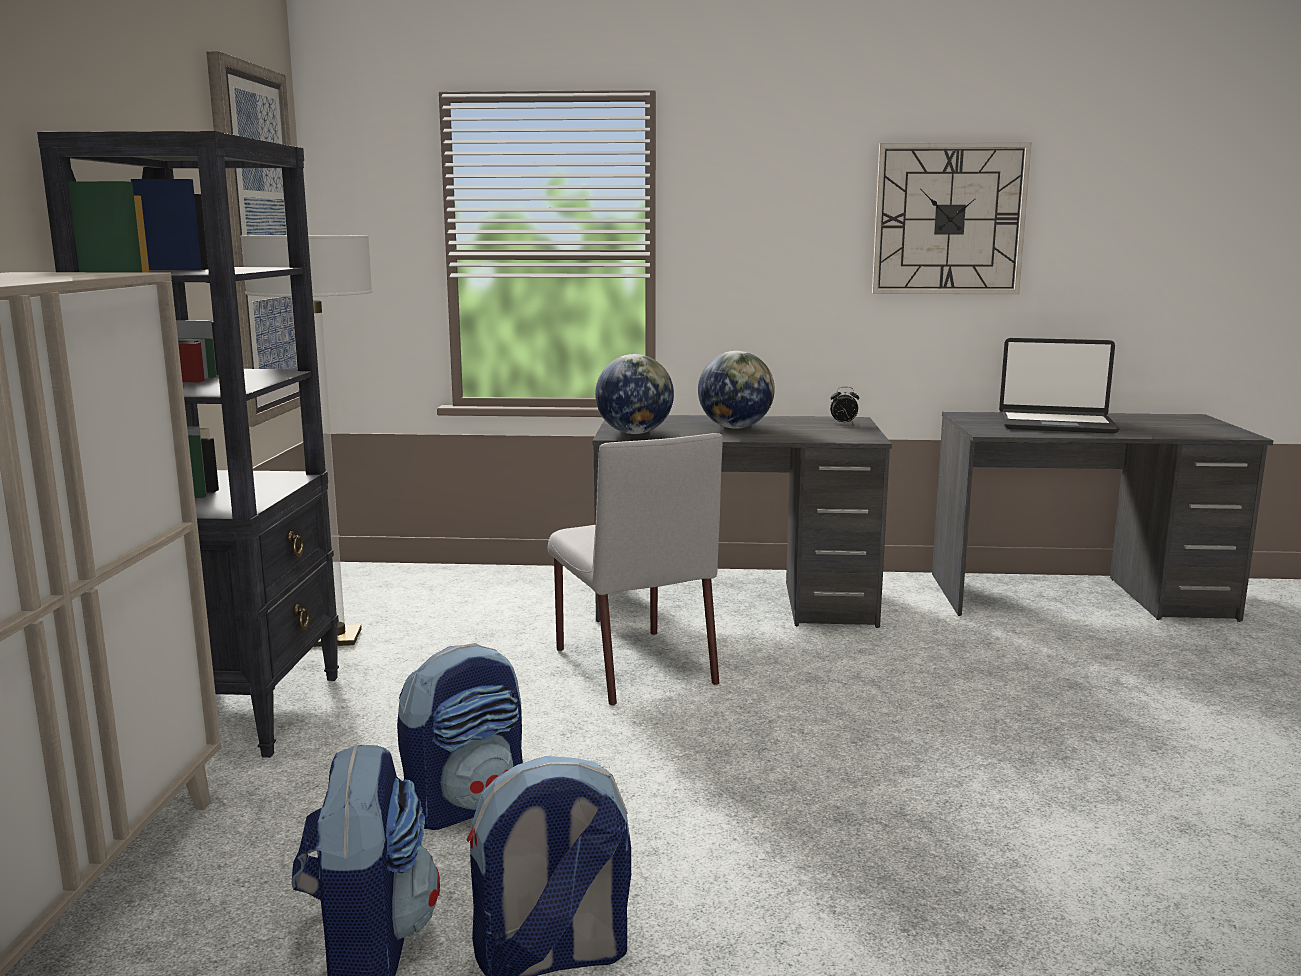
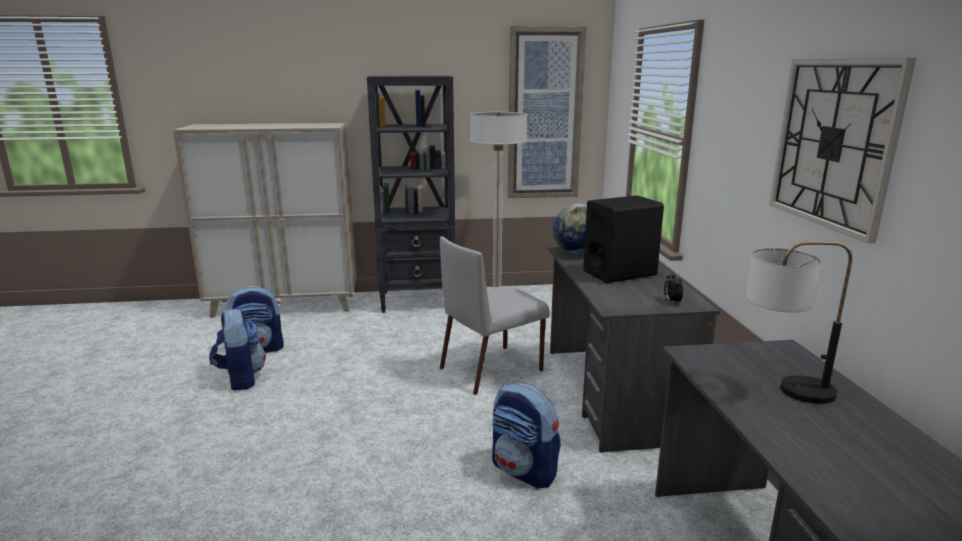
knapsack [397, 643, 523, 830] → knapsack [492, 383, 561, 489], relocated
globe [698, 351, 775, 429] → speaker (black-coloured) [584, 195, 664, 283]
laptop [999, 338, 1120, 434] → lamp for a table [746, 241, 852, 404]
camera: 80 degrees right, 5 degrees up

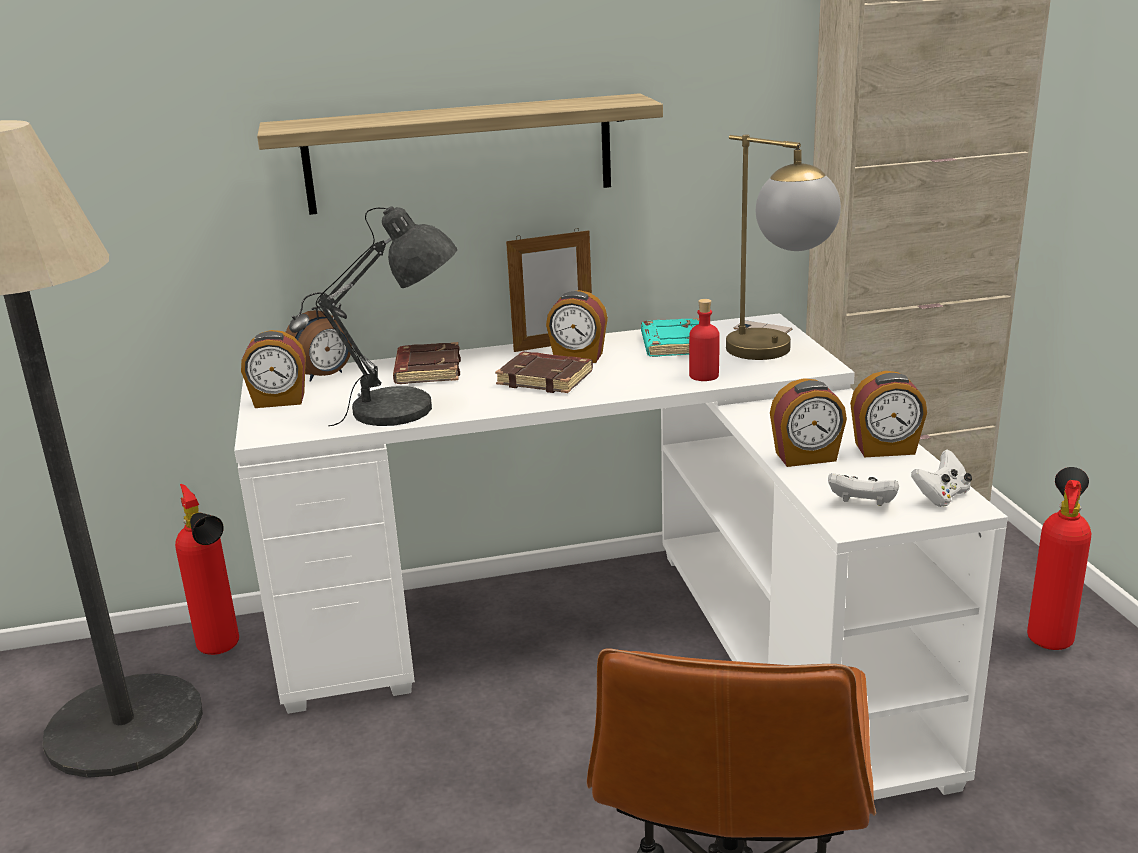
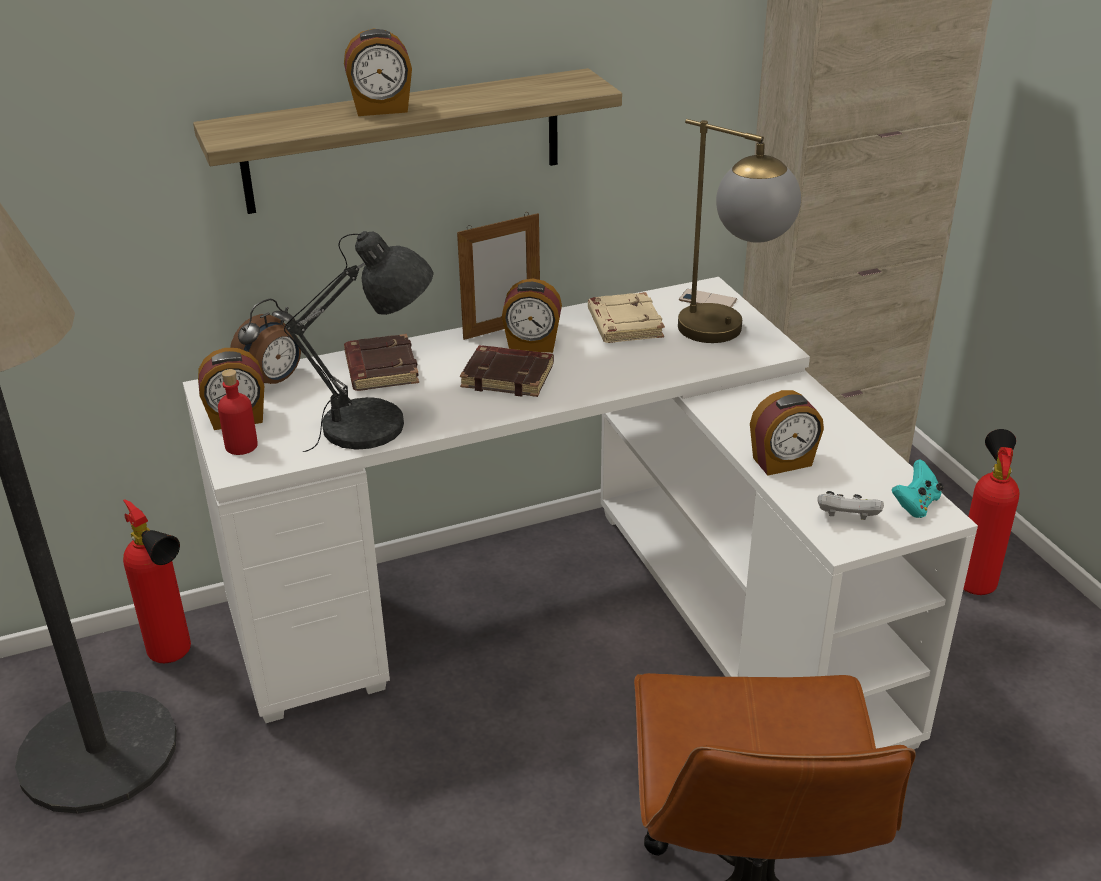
drink bottle (reddish) [689, 299, 720, 381] → drink bottle (reddish) [218, 369, 258, 455], relocated
table clock [850, 371, 927, 457] → table clock [344, 28, 412, 116], relocated
bound book (turquoise) [641, 318, 699, 357] → bound book (sand-coloured) [588, 292, 665, 343]
game controller (white-coloured) [911, 449, 972, 507] → game controller (turquoise) [892, 459, 943, 518]
camera: 10 degrees left, 10 degrees up

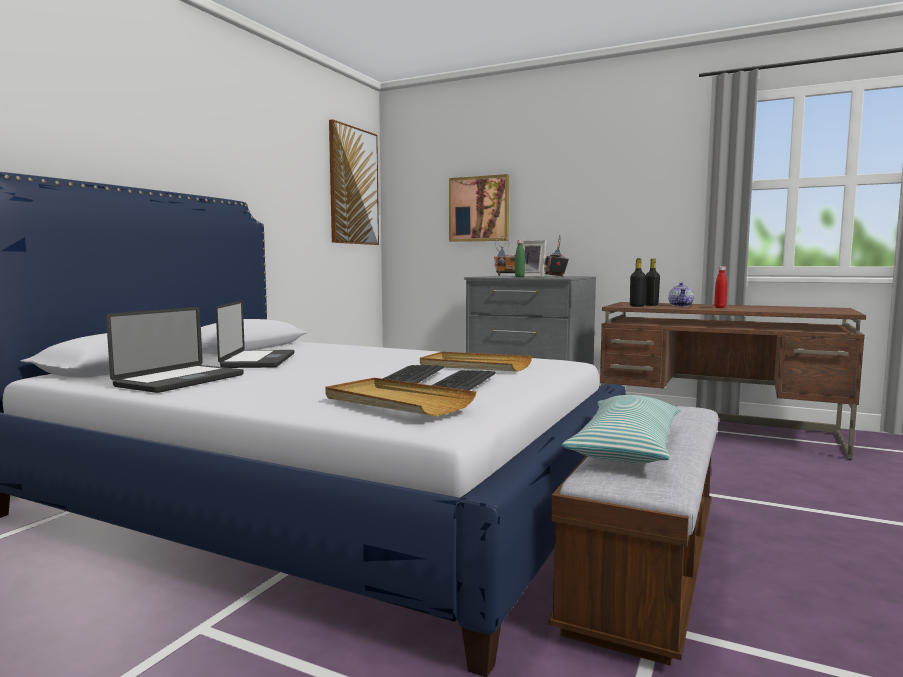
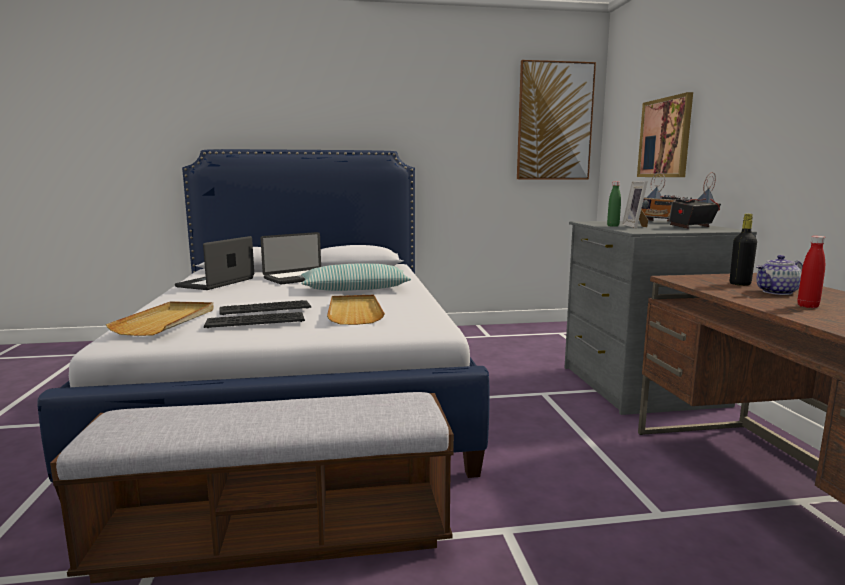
drink bottle (black-coloured) [630, 258, 646, 307] → -
throw pillow [562, 395, 681, 464] → throw pillow [301, 263, 411, 291], relocated
laptop [106, 307, 244, 393] → laptop [175, 236, 254, 290], 120 degrees clockwise
camera: 55 degrees right, 5 degrees up

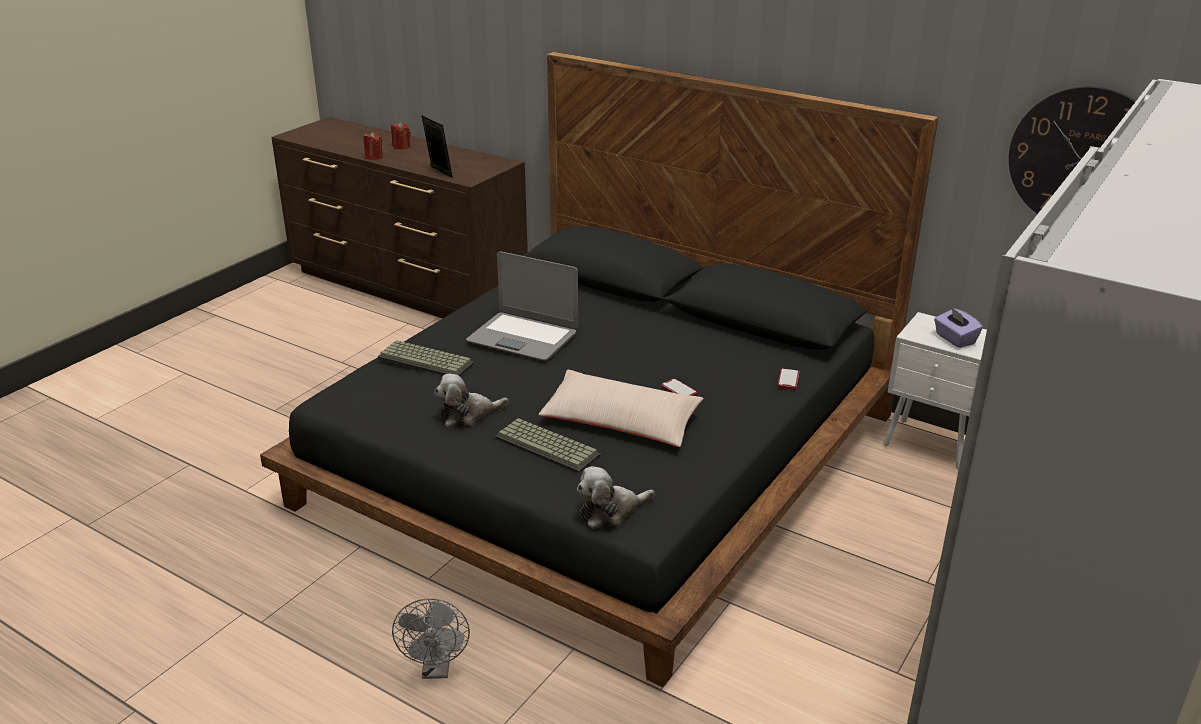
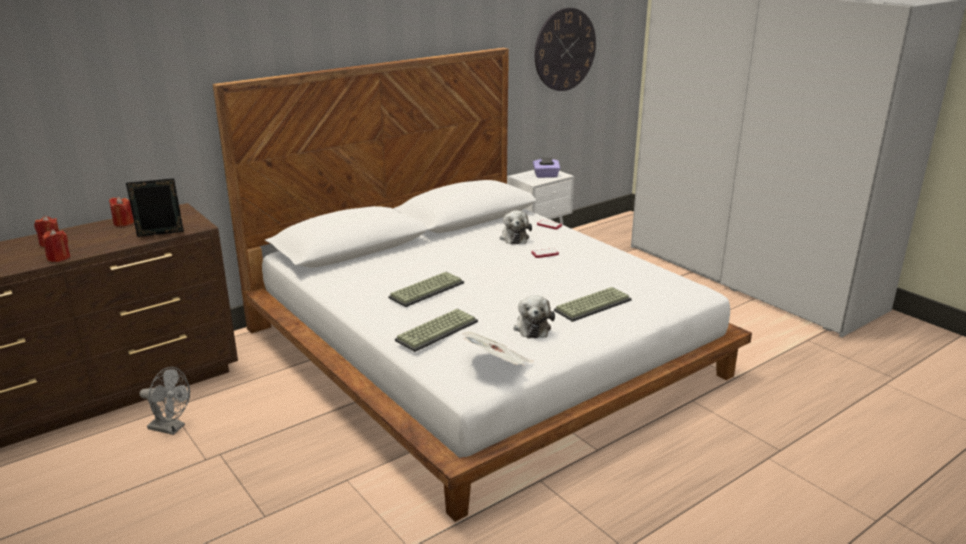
throw pillow (sand-coloured) [538, 370, 704, 447] → -
- → wax light (reddish) [109, 197, 134, 227]
- → newspaper [463, 332, 534, 365]
fan (gray) [392, 598, 470, 679] → fan (gray) [140, 367, 190, 435], relocated
cuddly toy [577, 466, 654, 529] → cuddly toy [500, 210, 532, 245], relocated
laptop [466, 251, 578, 361] → computer keyboard [388, 272, 464, 307]
bed (black-coloured) [260, 52, 938, 687] → bed (white-coloured) [212, 47, 752, 522]
camera: 70 degrees left, 5 degrees down

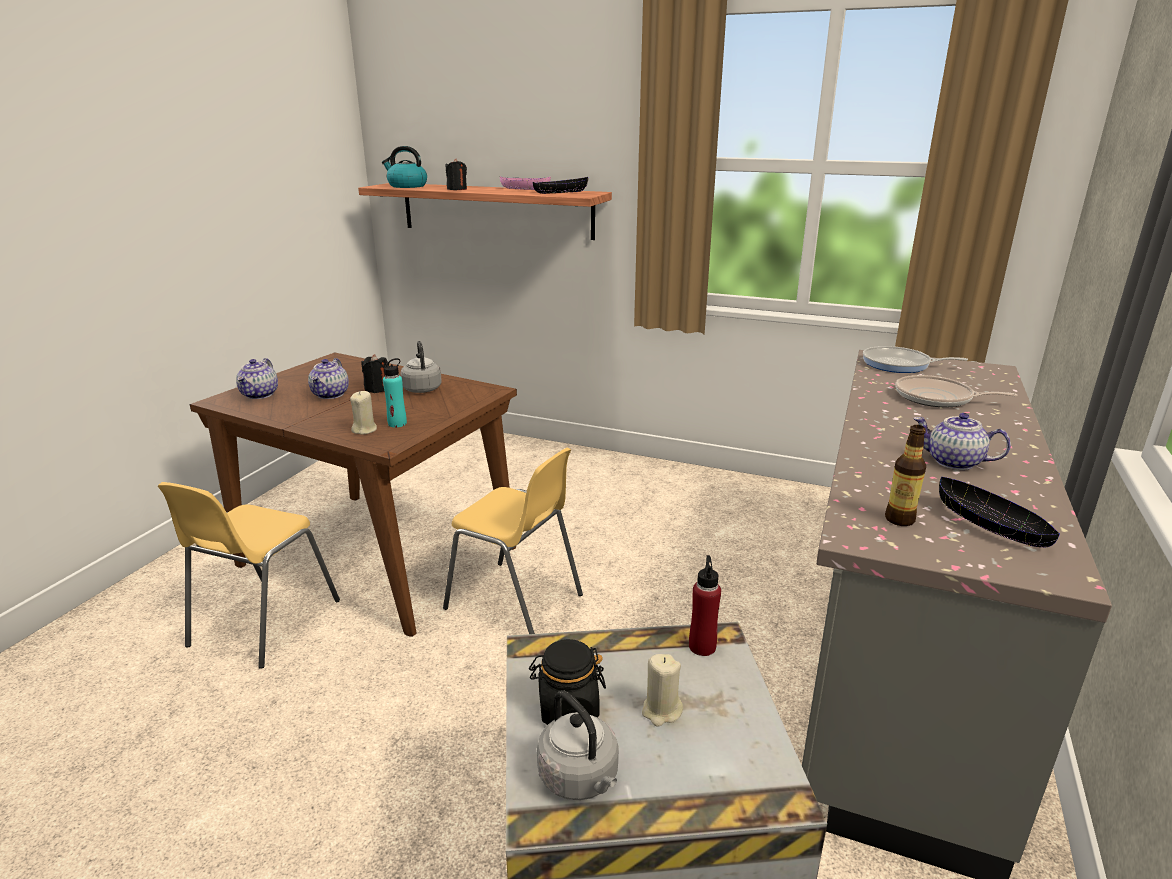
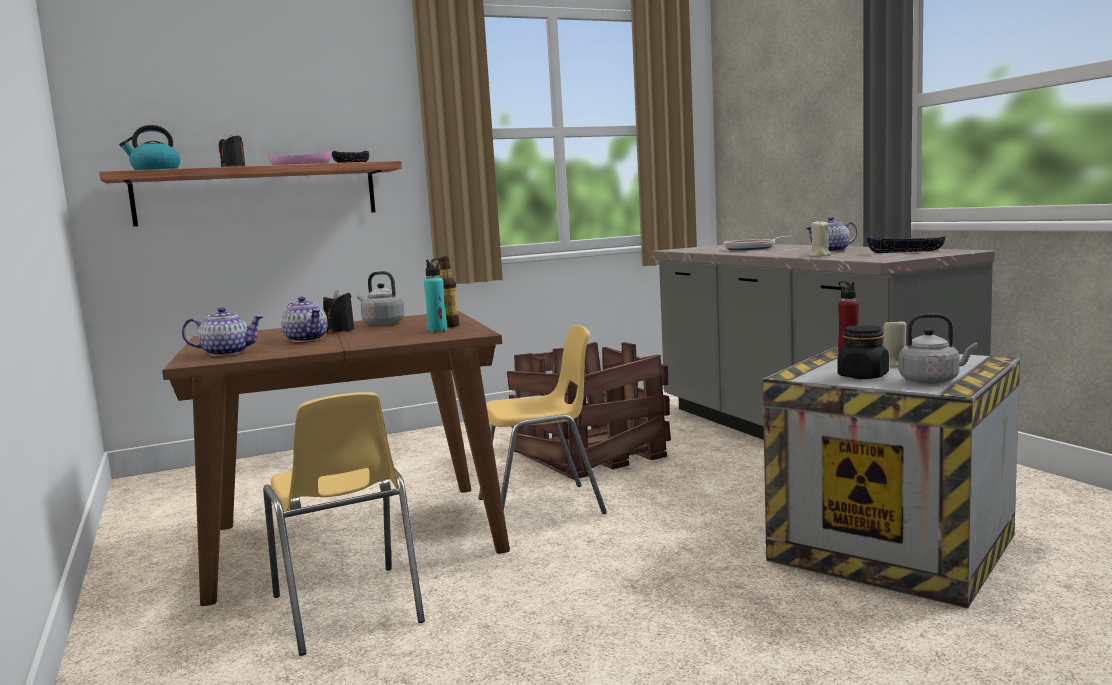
skillet [863, 346, 968, 373] → -
- → shipping crate [507, 342, 671, 480]
wax light (sand-coloured) [350, 391, 377, 435] → wax light (sand-coloured) [808, 220, 831, 257], relocated
drink bottle [885, 425, 926, 526] → drink bottle [440, 256, 459, 327], relocated
teapot [236, 358, 278, 399] → teapot [182, 307, 264, 356], 60 degrees counterclockwise
camera: 45 degrees left, 15 degrees down

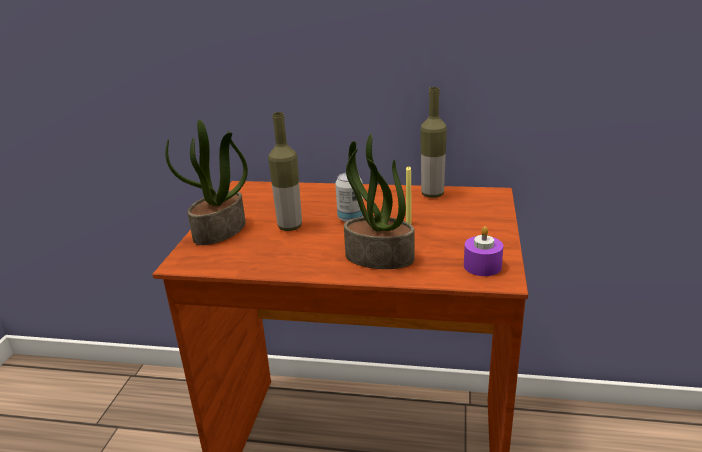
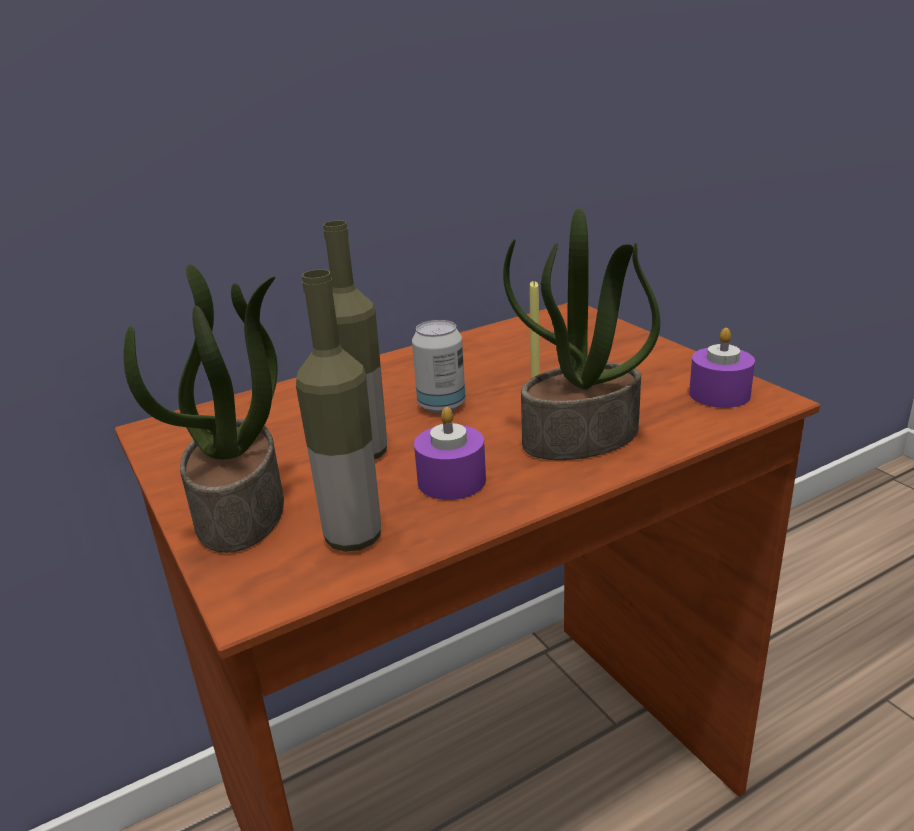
- → wax light (purple-coloured) [414, 407, 486, 500]
drink bottle [421, 87, 447, 198] → drink bottle [296, 269, 381, 552], relocated
camera: 40 degrees left, 0 degrees up

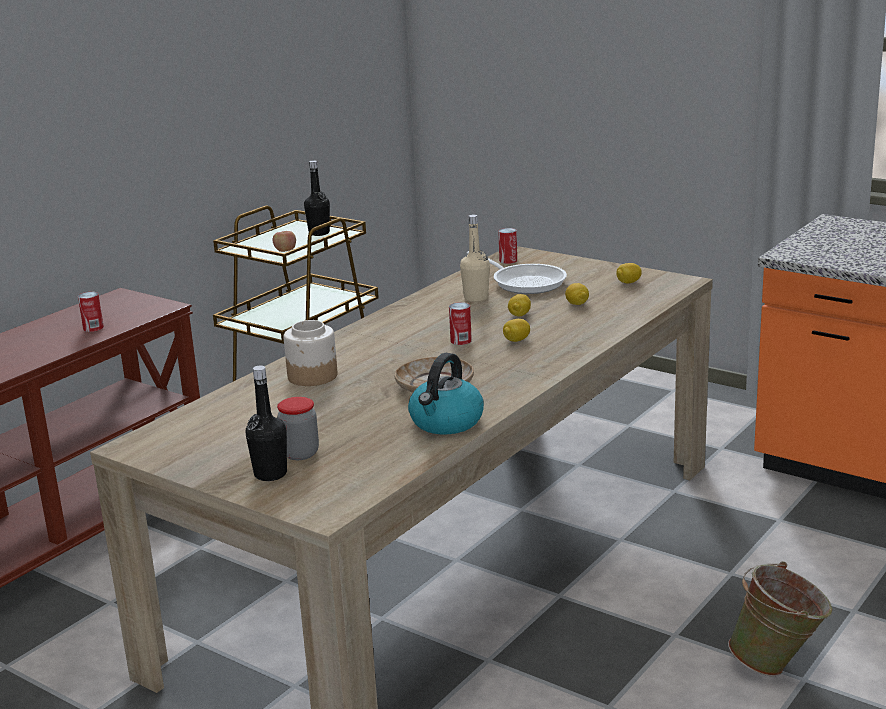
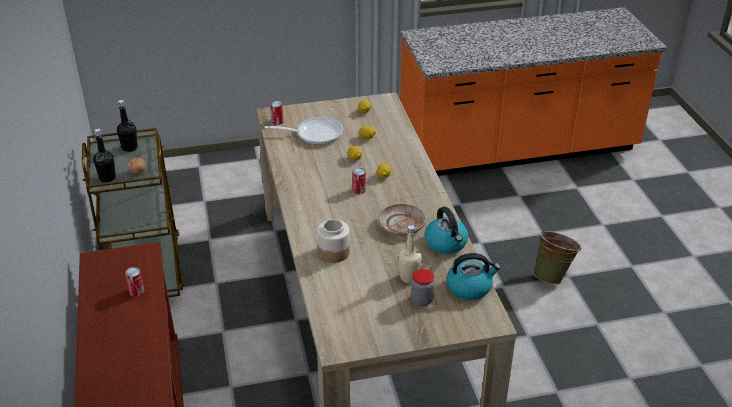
- → water kettle [447, 253, 501, 300]
drink bottle (black-coloured) [246, 365, 287, 481] → drink bottle (black-coloured) [93, 129, 116, 182], relocated
drink bottle (sand-coloured) [460, 214, 490, 302] → drink bottle (sand-coloured) [399, 225, 422, 283], relocated
camera: 50 degrees left, 15 degrees up

